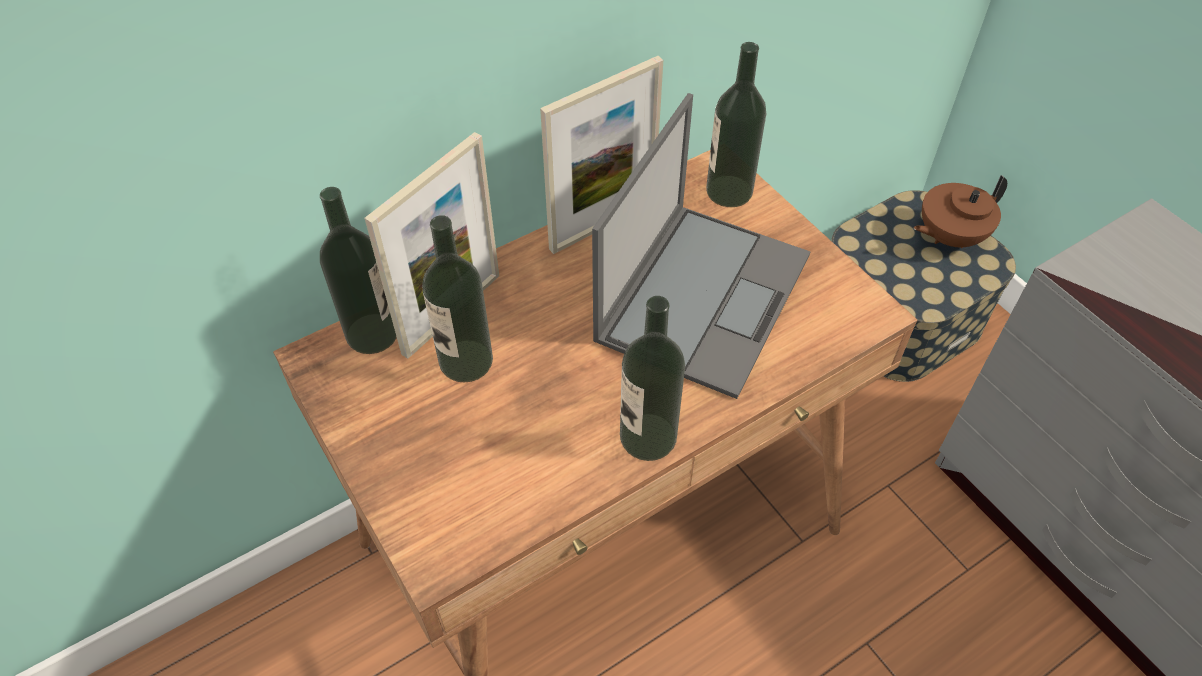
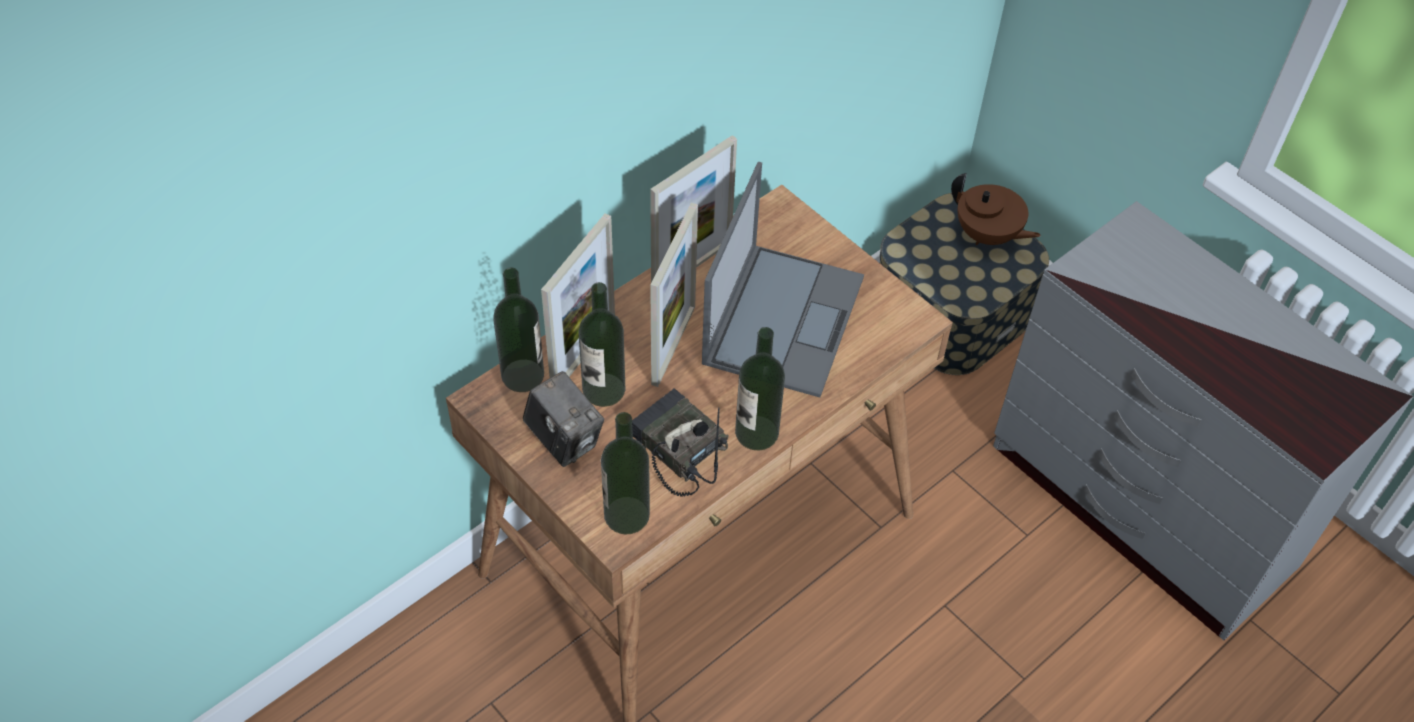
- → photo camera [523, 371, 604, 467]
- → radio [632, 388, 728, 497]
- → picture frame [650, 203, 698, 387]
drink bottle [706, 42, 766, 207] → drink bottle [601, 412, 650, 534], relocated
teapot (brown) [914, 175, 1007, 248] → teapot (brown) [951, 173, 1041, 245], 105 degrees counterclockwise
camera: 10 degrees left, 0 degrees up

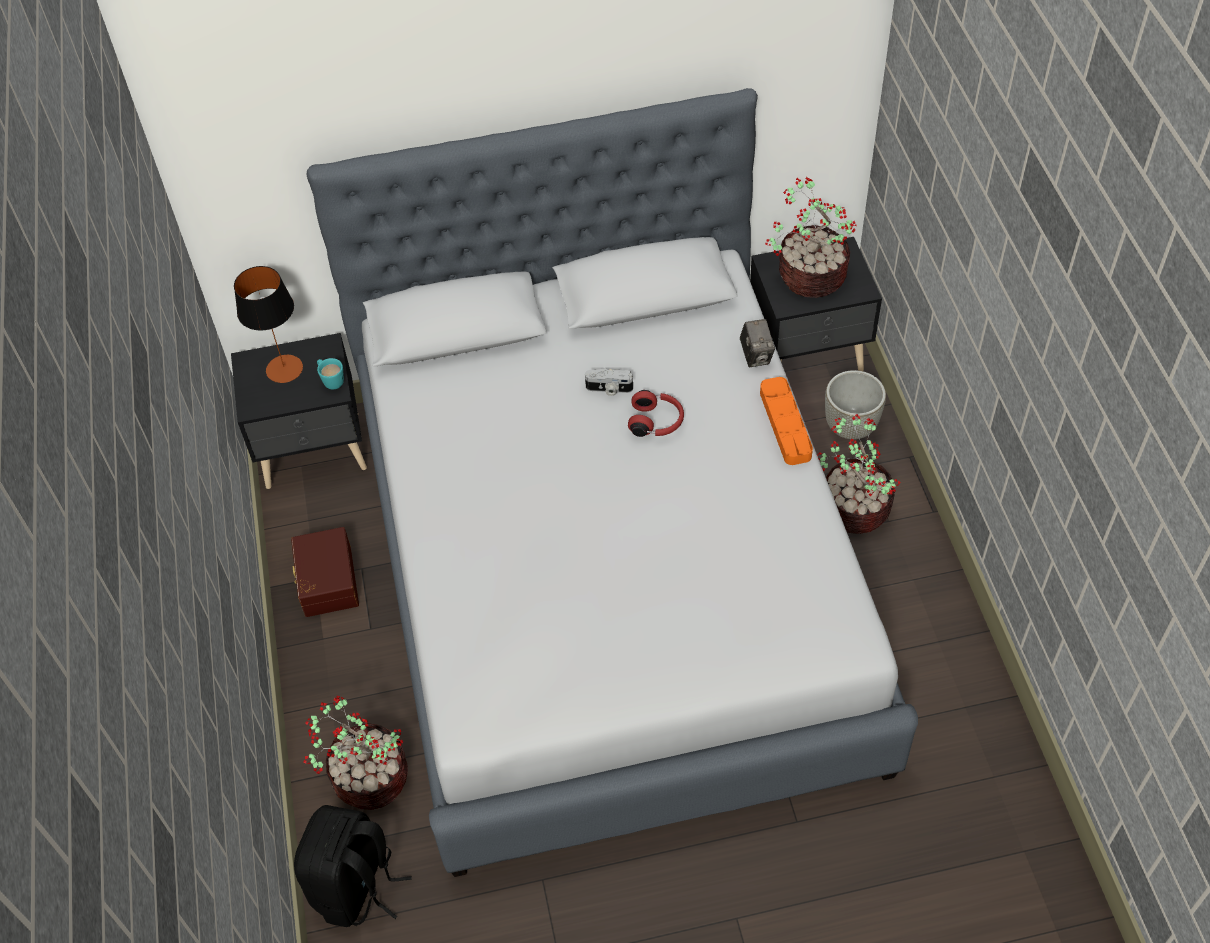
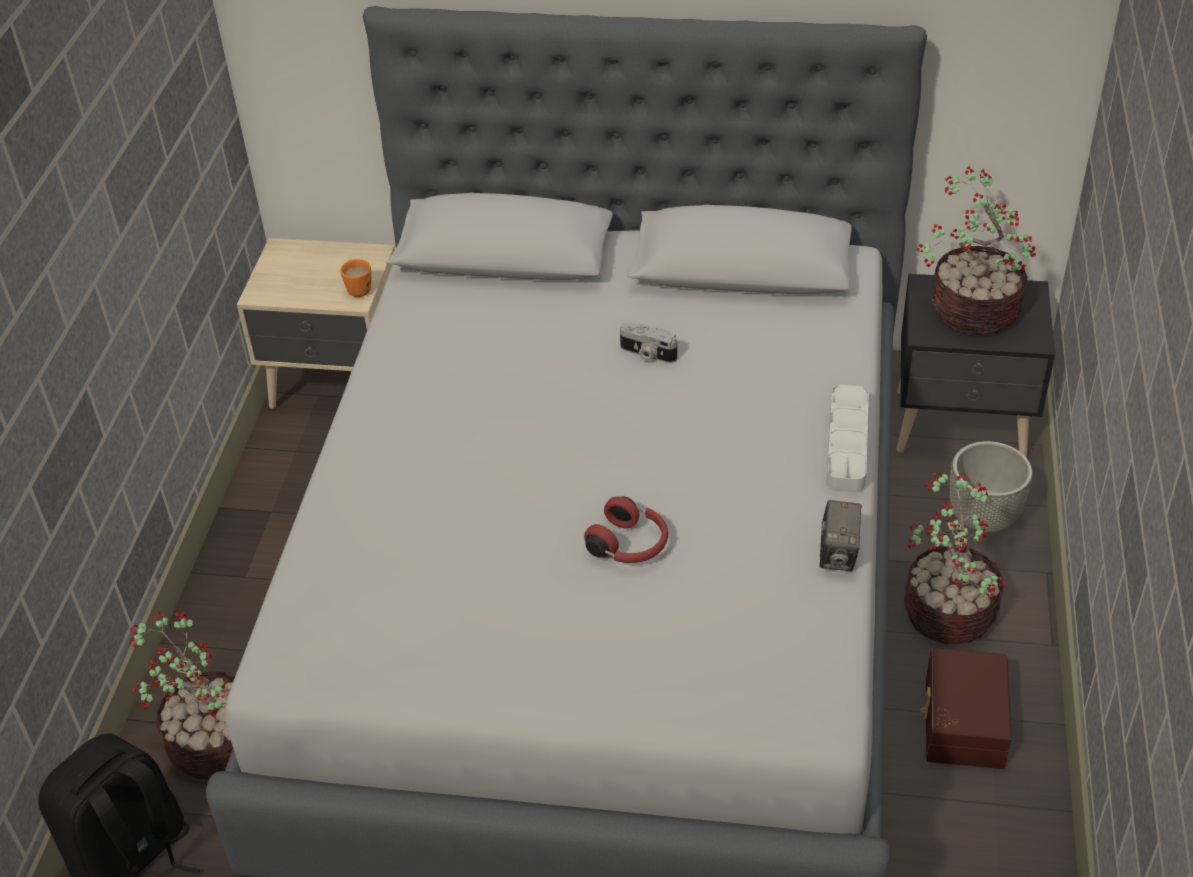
lamp for a table [234, 266, 303, 383] → -
storage bin (brown) [291, 527, 359, 617] → storage bin (brown) [920, 648, 1012, 769], relocated
headphones (reddish) [628, 390, 684, 437] → headphones (reddish) [584, 496, 668, 563], relocated
photo camera [740, 319, 775, 367] → photo camera [819, 500, 862, 571], relocated
night table (black-coloured) [231, 333, 367, 489] → night table (sand-coloured) [237, 238, 395, 409]
tea mug (turquoise) [317, 358, 344, 390] → tea mug (orangey) [340, 259, 371, 297]
serving tray (orangey) [760, 377, 813, 465] → serving tray (gray) [826, 385, 869, 492]
camera: 20 degrees right, 10 degrees down

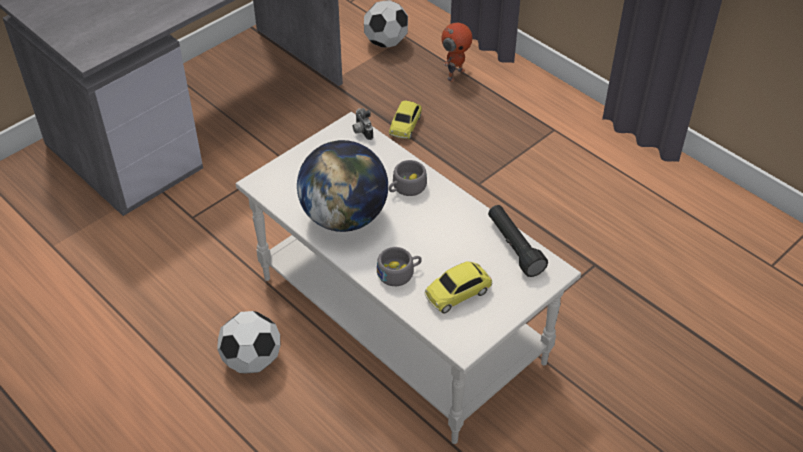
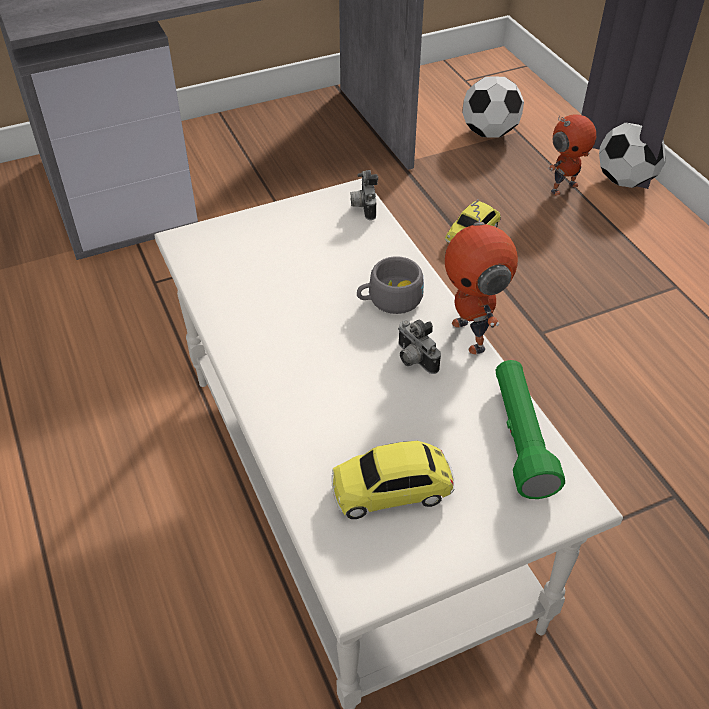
globe [297, 140, 388, 232] → -
drinking cup (gray) [377, 247, 422, 286] → -
- → photo camera [398, 320, 441, 374]
- → model robot [445, 199, 518, 354]
ball for football [217, 311, 280, 373] → ball for football [599, 123, 666, 188], relocated
flashlight (black-coloured) [488, 205, 548, 277] → flashlight (greenish) [495, 360, 565, 499]
camera: 20 degrees right, 0 degrees up

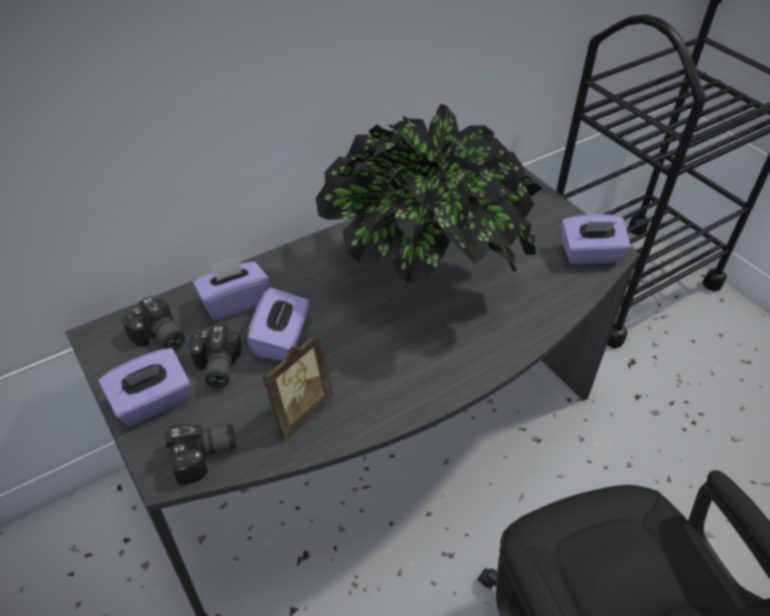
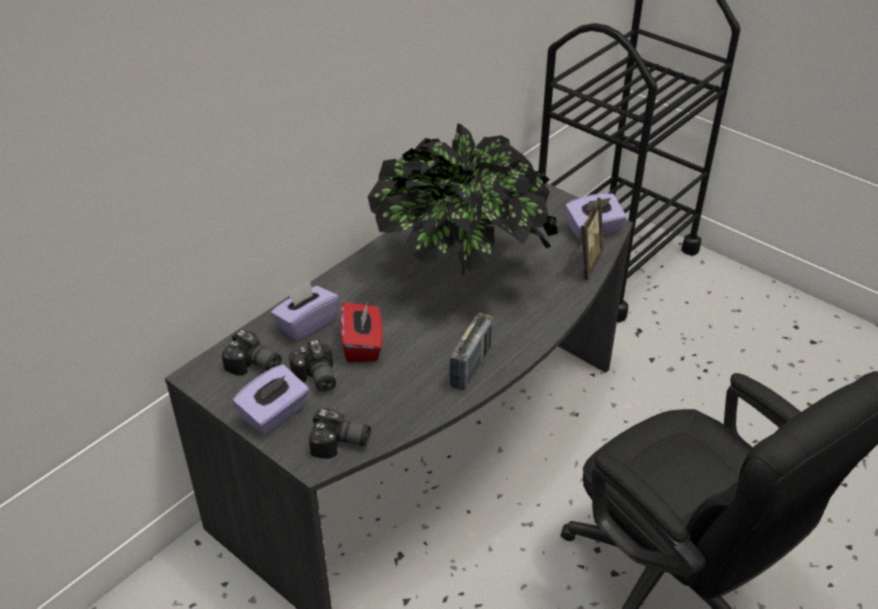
- → radio [449, 313, 493, 390]
picture frame [262, 332, 333, 439] → picture frame [565, 198, 604, 280], relocated
box of tissues (purple-coloured) [247, 287, 309, 361] → box of tissues (reddish) [341, 301, 382, 363]
photo camera [165, 423, 236, 485] → photo camera [309, 408, 371, 459], 45 degrees clockwise
camera: 15 degrees left, 5 degrees down

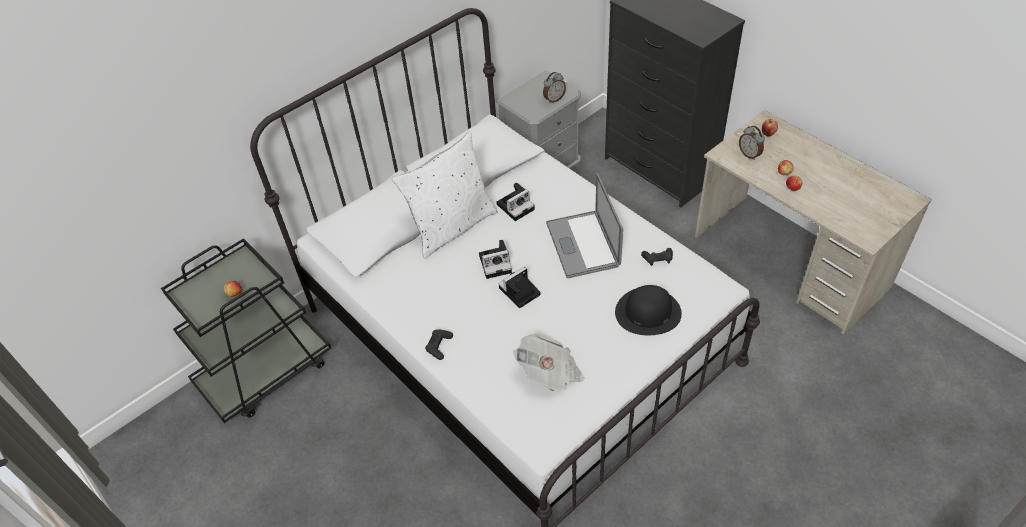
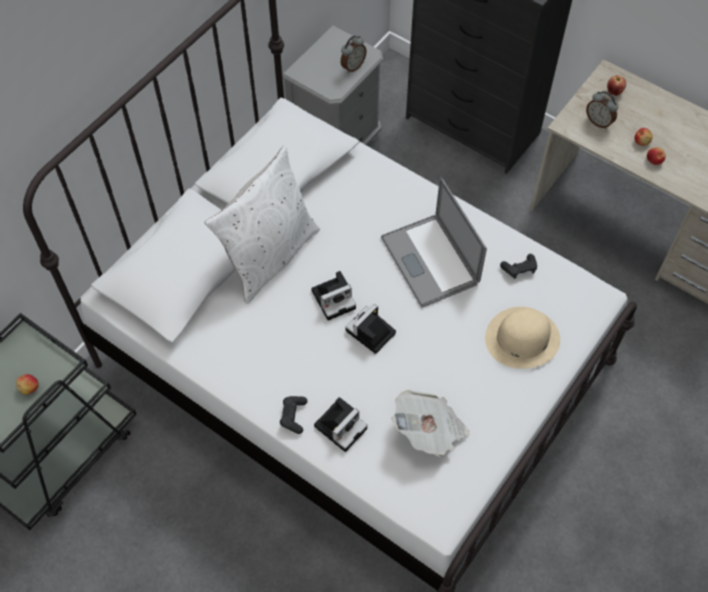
photo camera [496, 182, 535, 221] → photo camera [314, 397, 367, 452], relocated
wearable hat (black-coloured) [615, 285, 682, 335] → wearable hat (sand-coloured) [485, 307, 560, 369]
camera: 15 degrees left, 10 degrees up

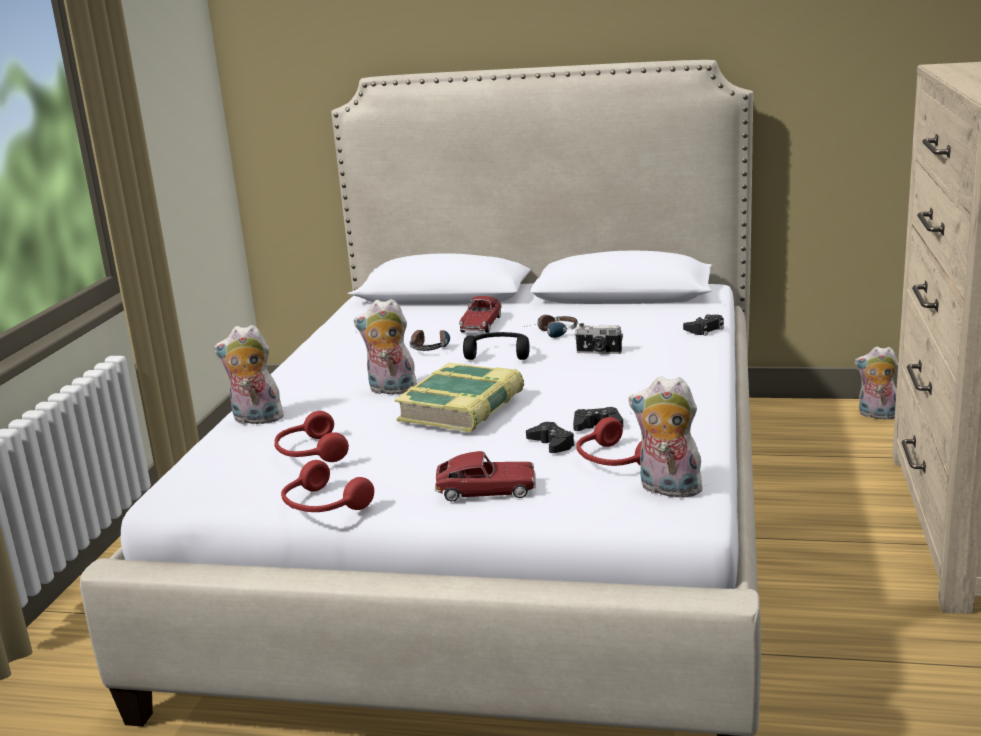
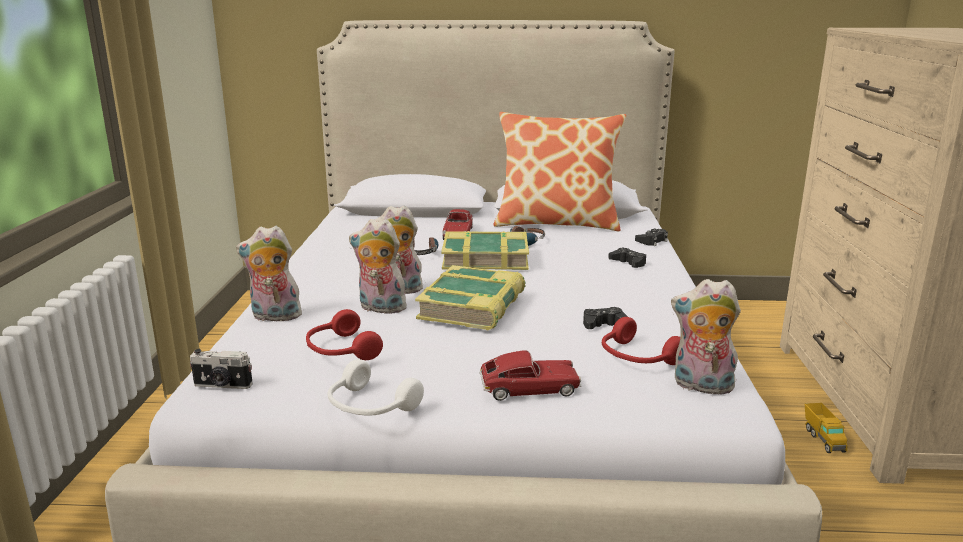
- → throw pillow [493, 112, 626, 231]
- → toy lorry [805, 403, 847, 453]
game controller (black-coloured) [526, 422, 575, 453] → game controller (black-coloured) [608, 248, 646, 268], relocated
photo camera [574, 323, 623, 354] → photo camera [190, 349, 253, 389], relocated
cuddly toy [854, 347, 898, 420] → cuddly toy [349, 219, 409, 314], relocated
headphones (black-coloured) [463, 332, 530, 360] → bound book [441, 231, 529, 270]
headphones (reddish) [281, 460, 374, 512] → headphones (white-coloured) [328, 359, 424, 416]
camera: 10 degrees left, 0 degrees up

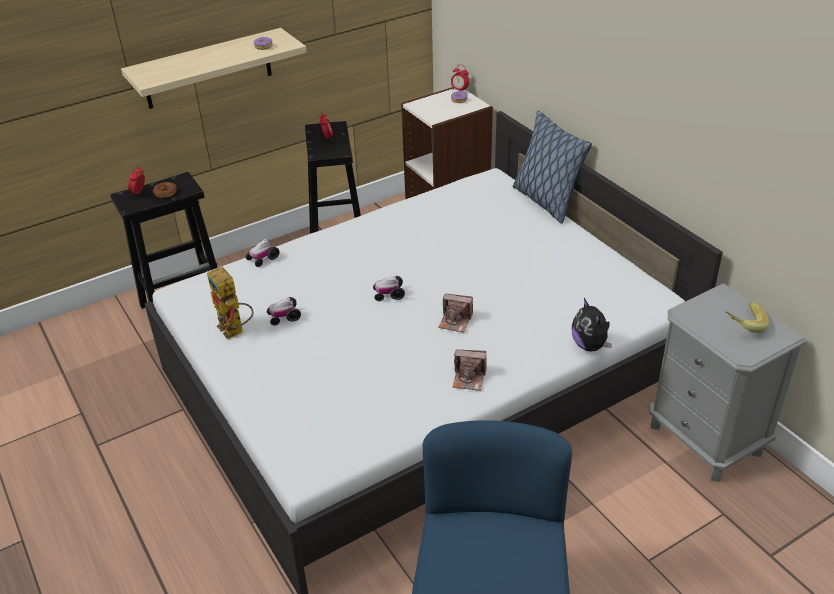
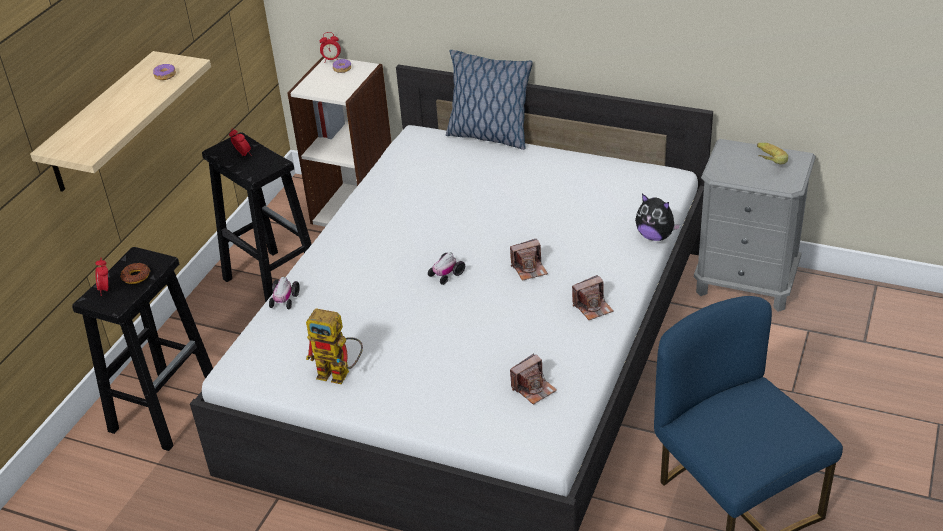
model car [267, 297, 301, 326] → -
- → photo camera [510, 353, 557, 405]
camera: 35 degrees left, 0 degrees up

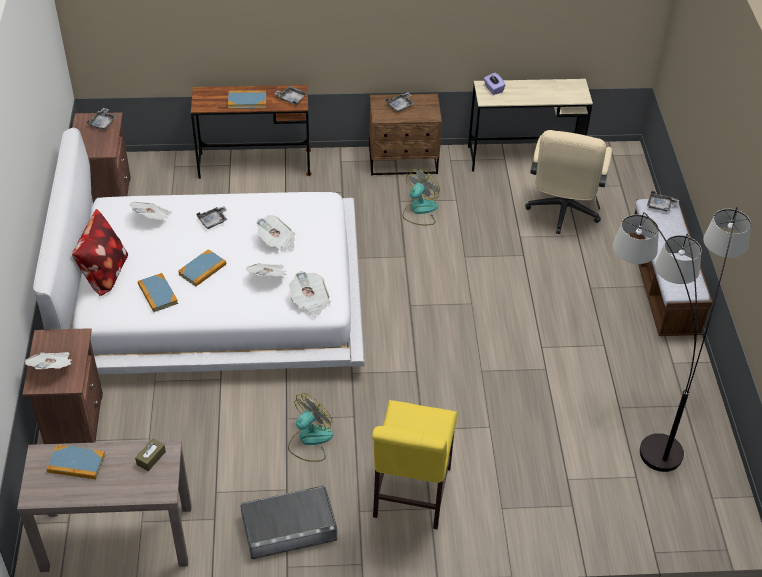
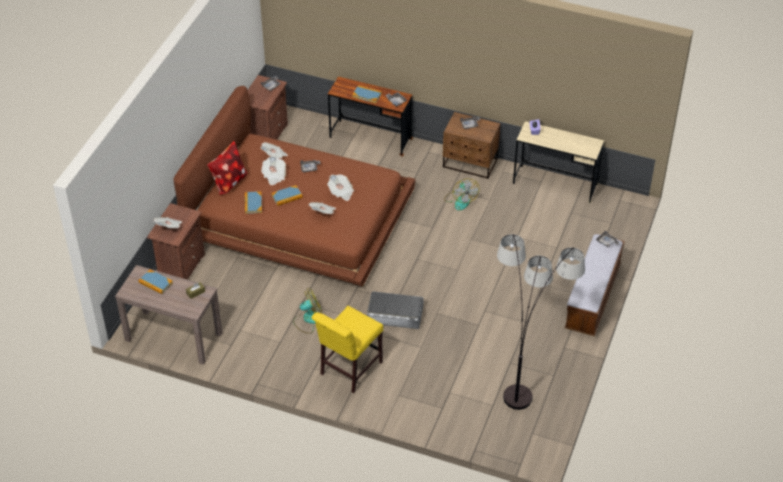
computer chair (sand-coloured) [525, 130, 612, 234] → -
storage bin (gray) [240, 485, 337, 559] → storage bin (gray) [367, 291, 424, 329], relocated
newspaper [289, 271, 331, 317] → newspaper [261, 156, 286, 185], relocated
bed (white-coloured) [33, 128, 365, 374] → bed (brown) [173, 86, 415, 286]
fan [403, 168, 440, 225] → fan [444, 179, 480, 210], 105 degrees clockwise
camera: 25 degrees right, 0 degrees up

